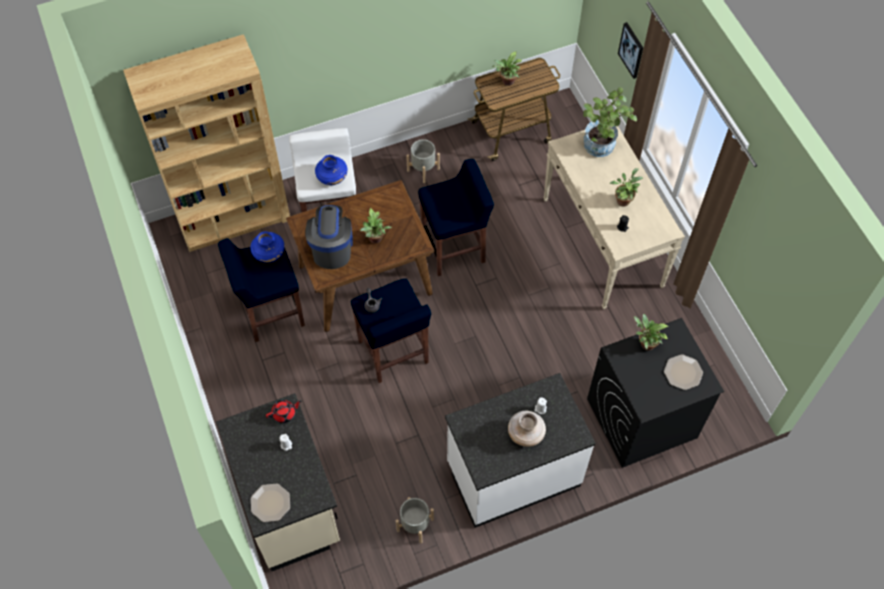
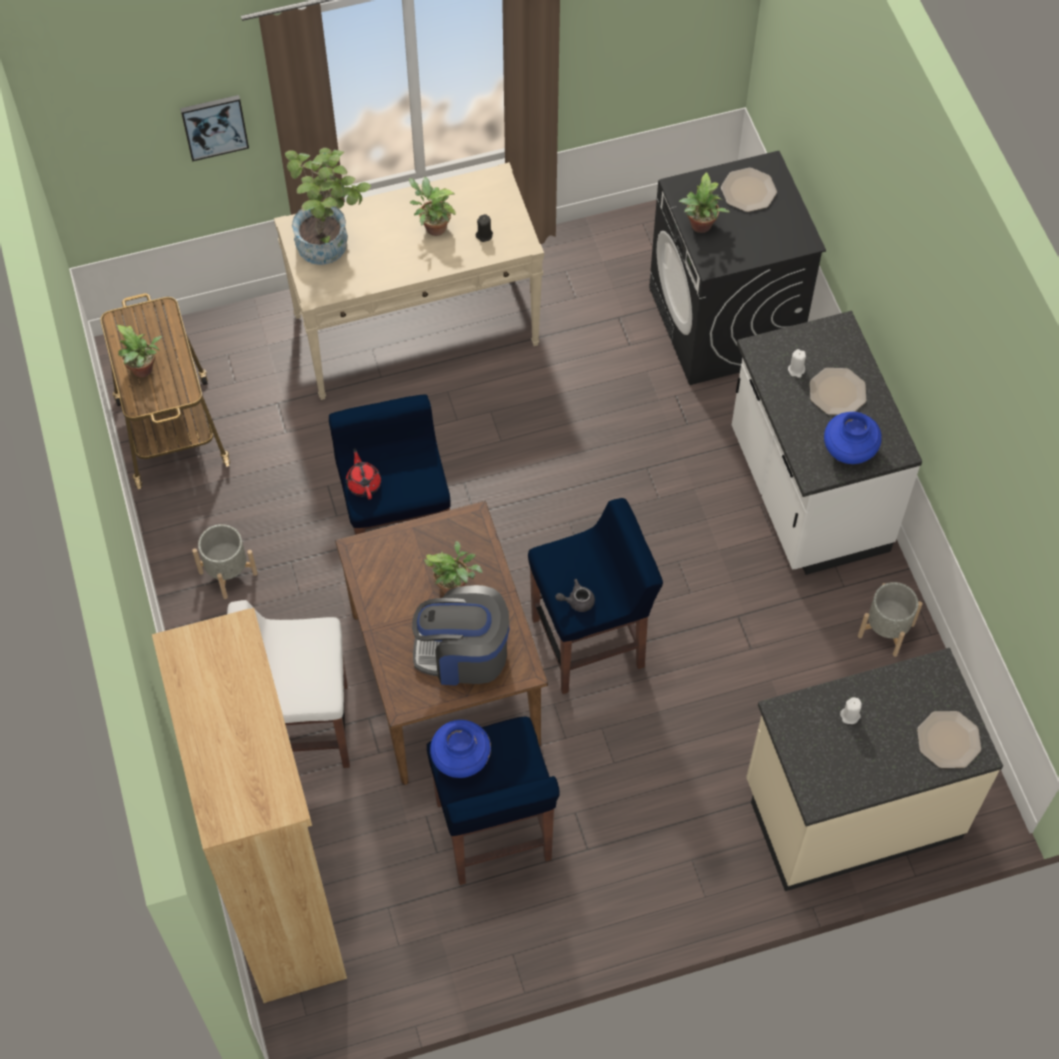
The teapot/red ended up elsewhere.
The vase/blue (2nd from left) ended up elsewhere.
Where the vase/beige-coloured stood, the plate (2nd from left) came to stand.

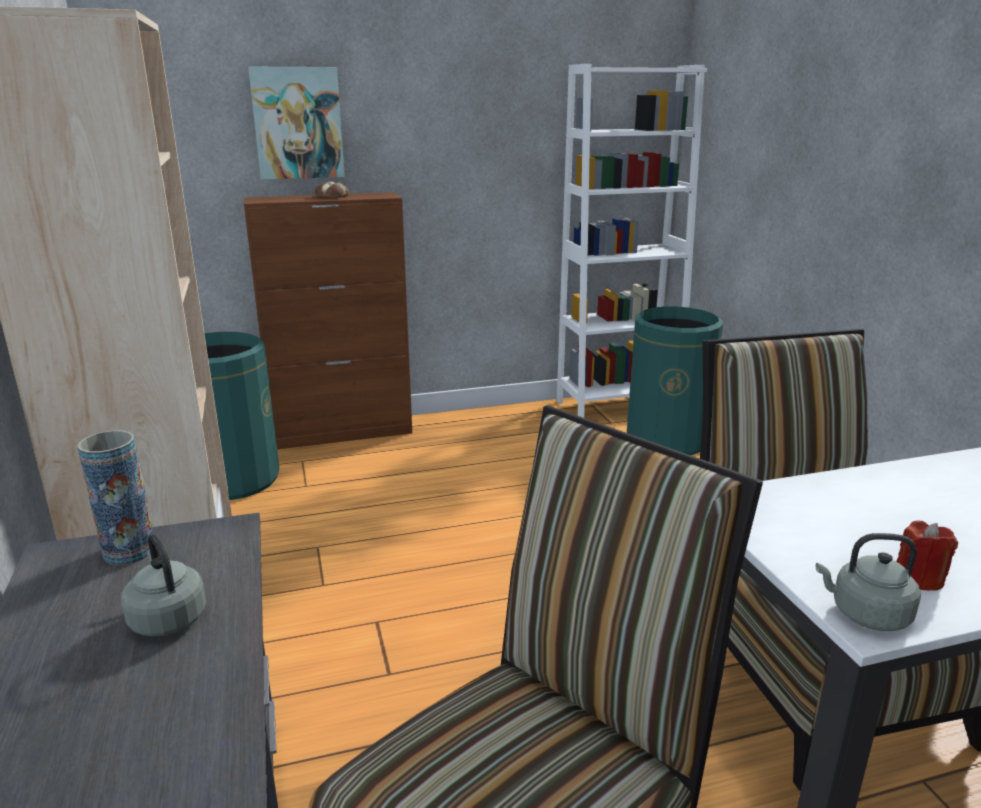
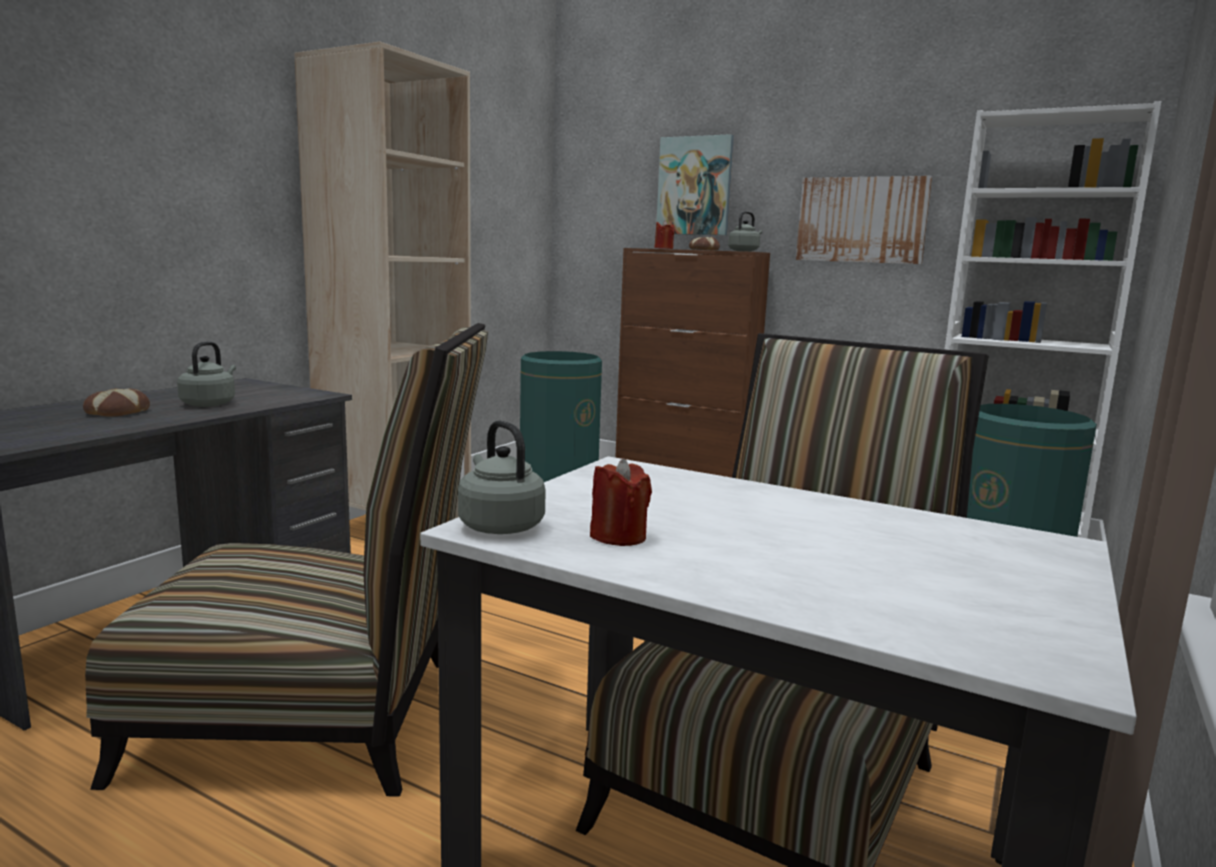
The second view lost the vase.
The second view gained the bakery bread (1st from left).
The second view gained the wax light/red (2nd from left).
The second view gained the kettle/gray (3rd from left).
The second view gained the wall picture (2nd from left).

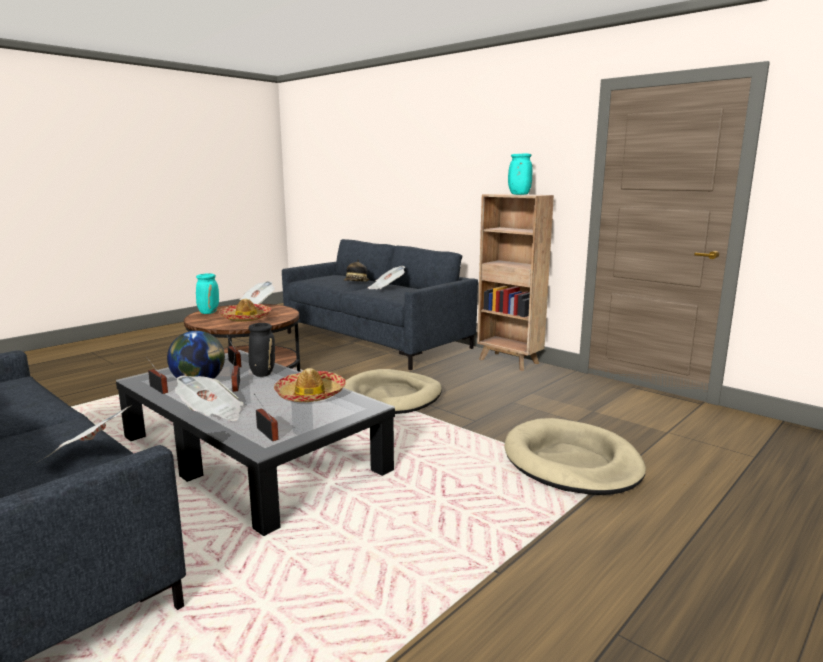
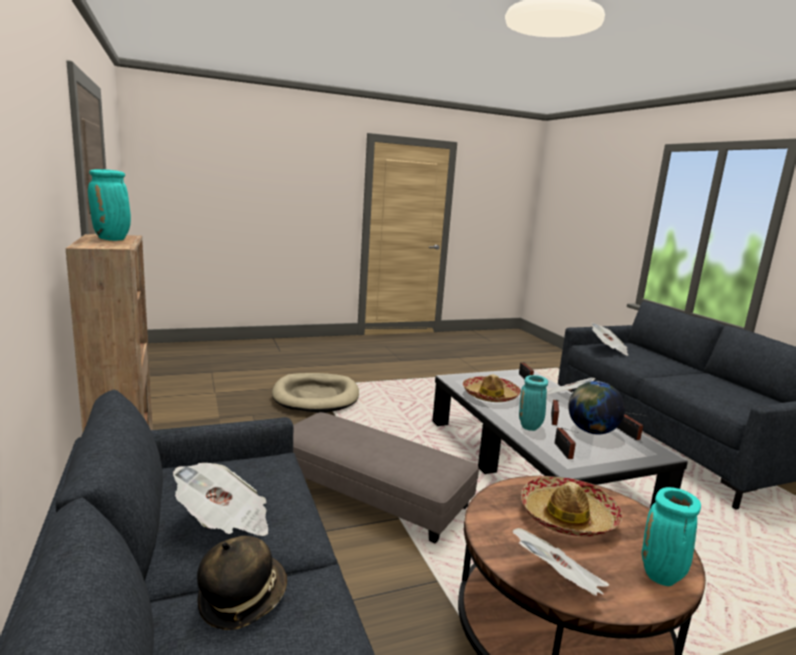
Where the dog bed/beige-coloured (1st from left) stood, the footrest/gray came to stand.
What was the vase/black turned into the vase/turquoise-coloured (2nd from left).

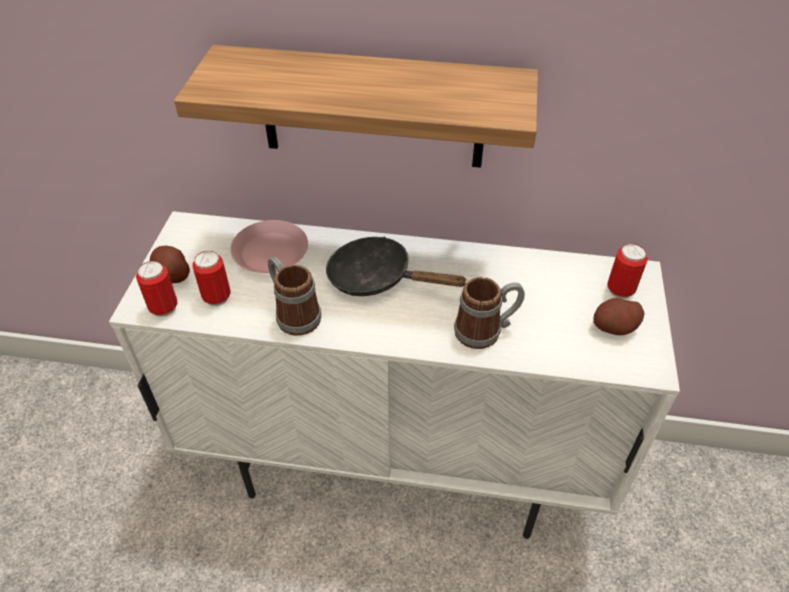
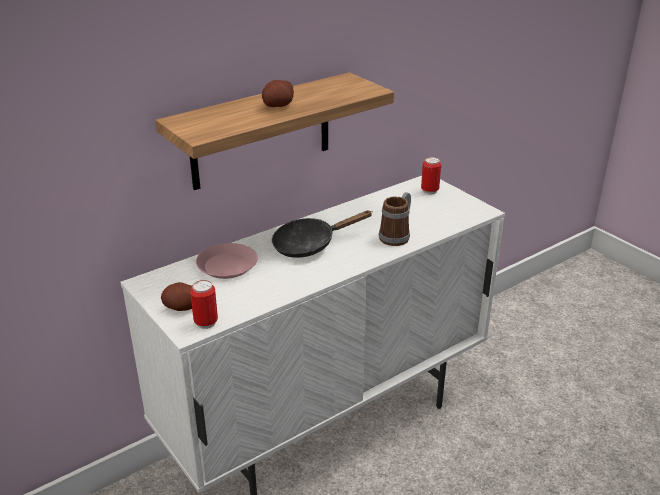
The second view lost the can (2nd from left).
The second view lost the mug (1st from left).
The spud (2nd from left) ended up elsewhere.

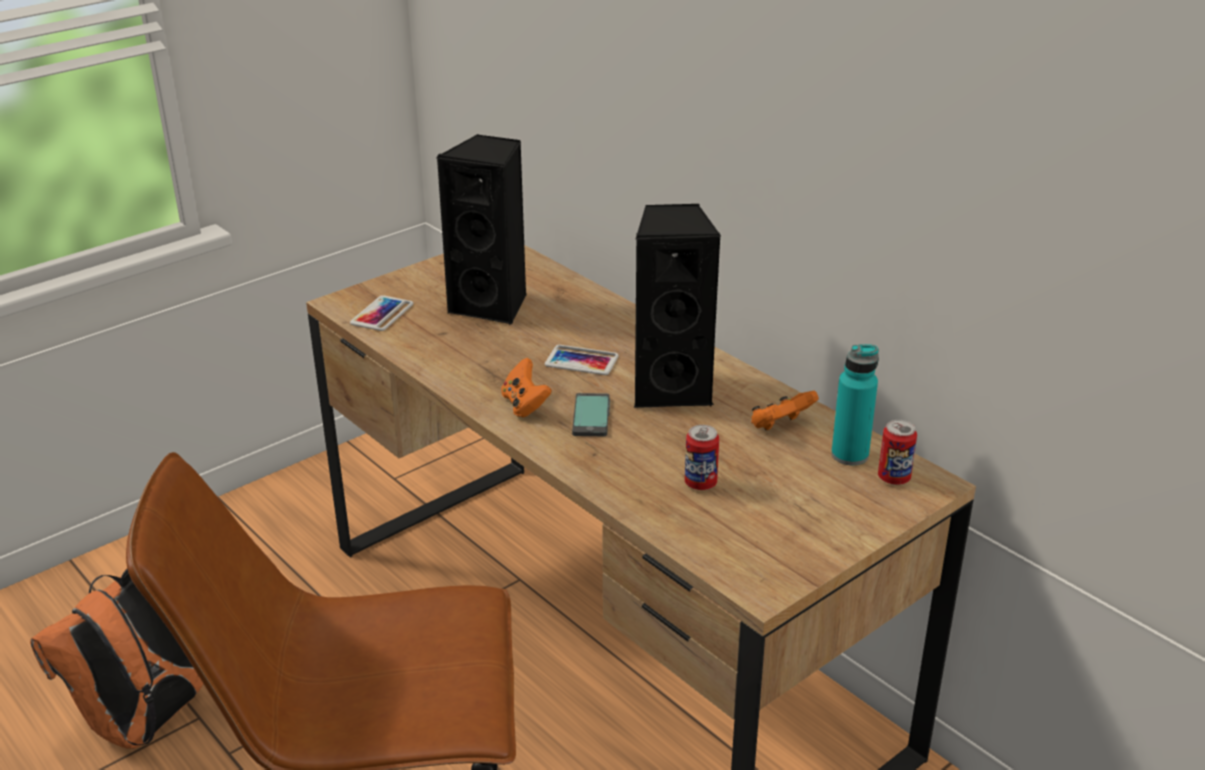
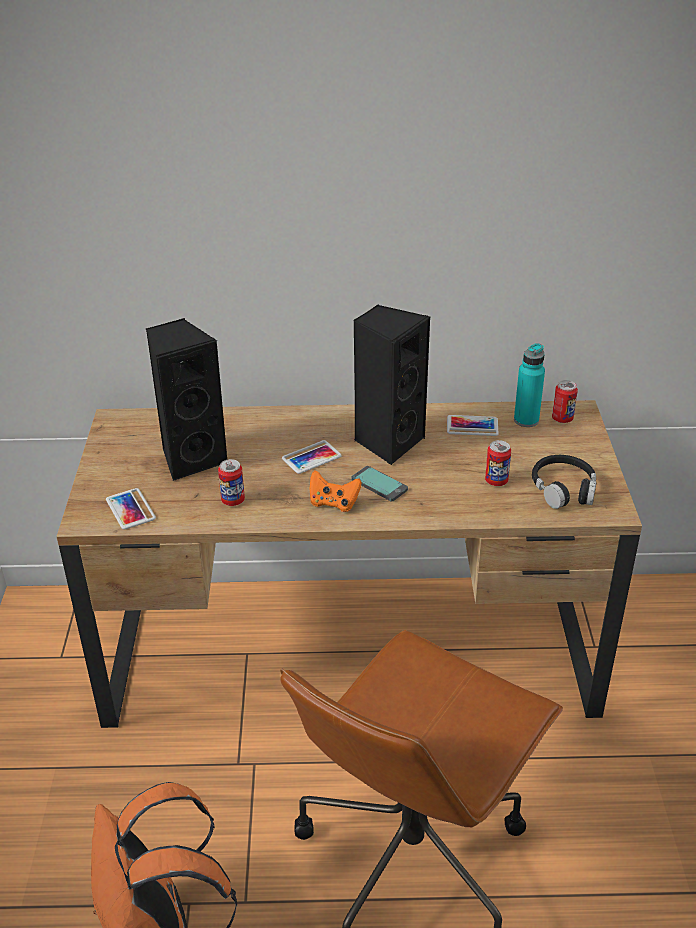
The second view gained the can (1st from left).
The second view gained the headphones/black.
Where the game controller/orangey (2nd from left) stood, the phone (4th from left) came to stand.

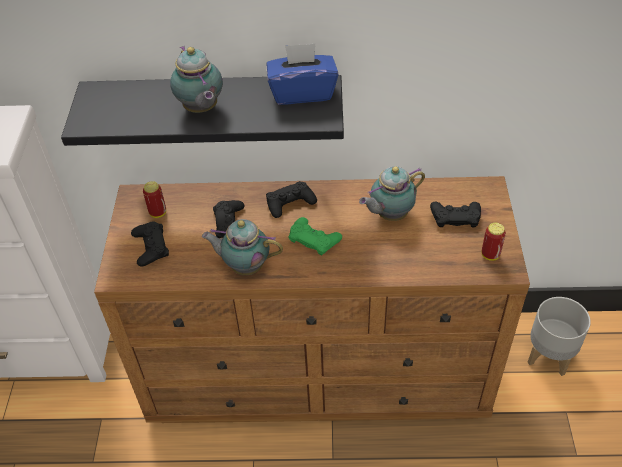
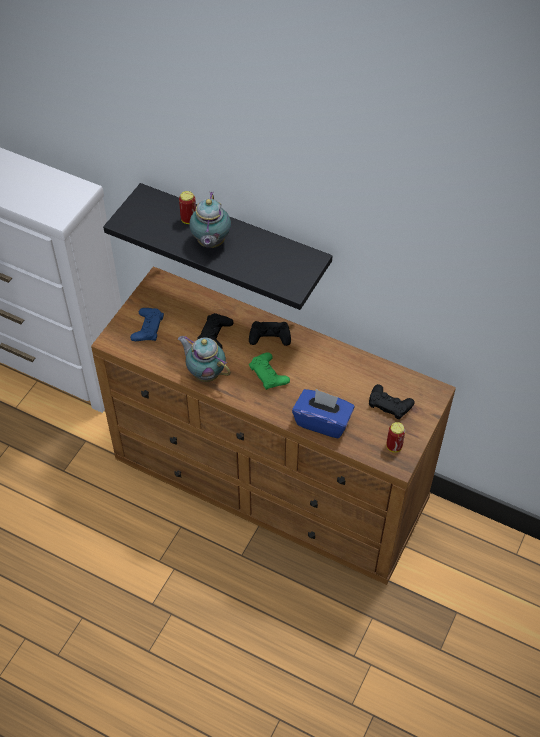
The second view lost the teapot (3rd from left).
The second view lost the flower pot/gray.
The can (1st from left) ended up elsewhere.
The box of tissues/blue ended up elsewhere.
What was the game controller/black (1st from left) turned into the game controller/blue.

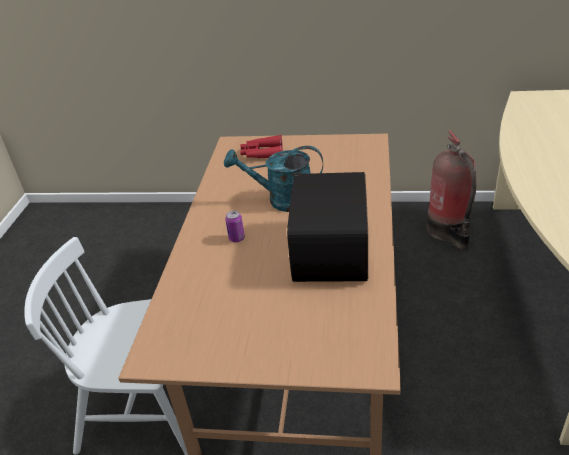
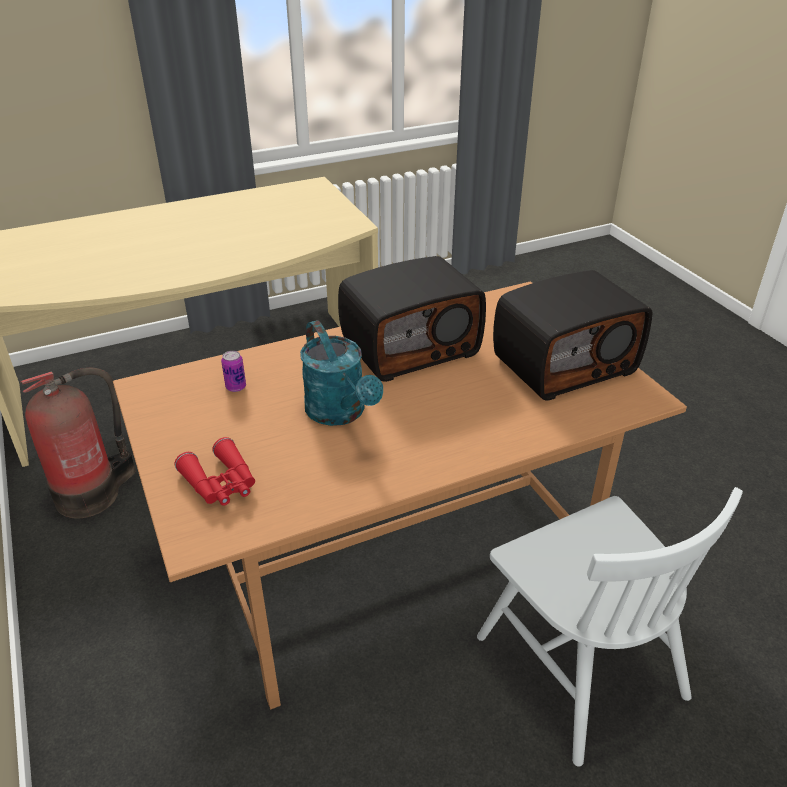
The second view gained the radio set (2nd from left).
The can ended up elsewhere.

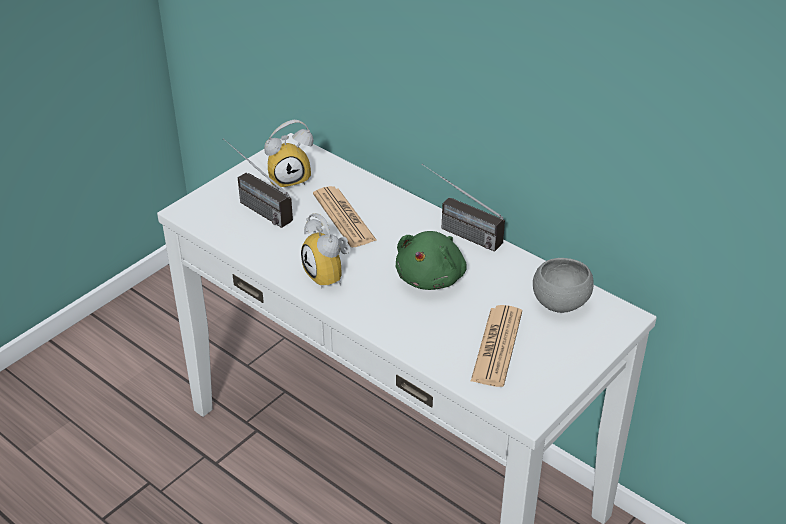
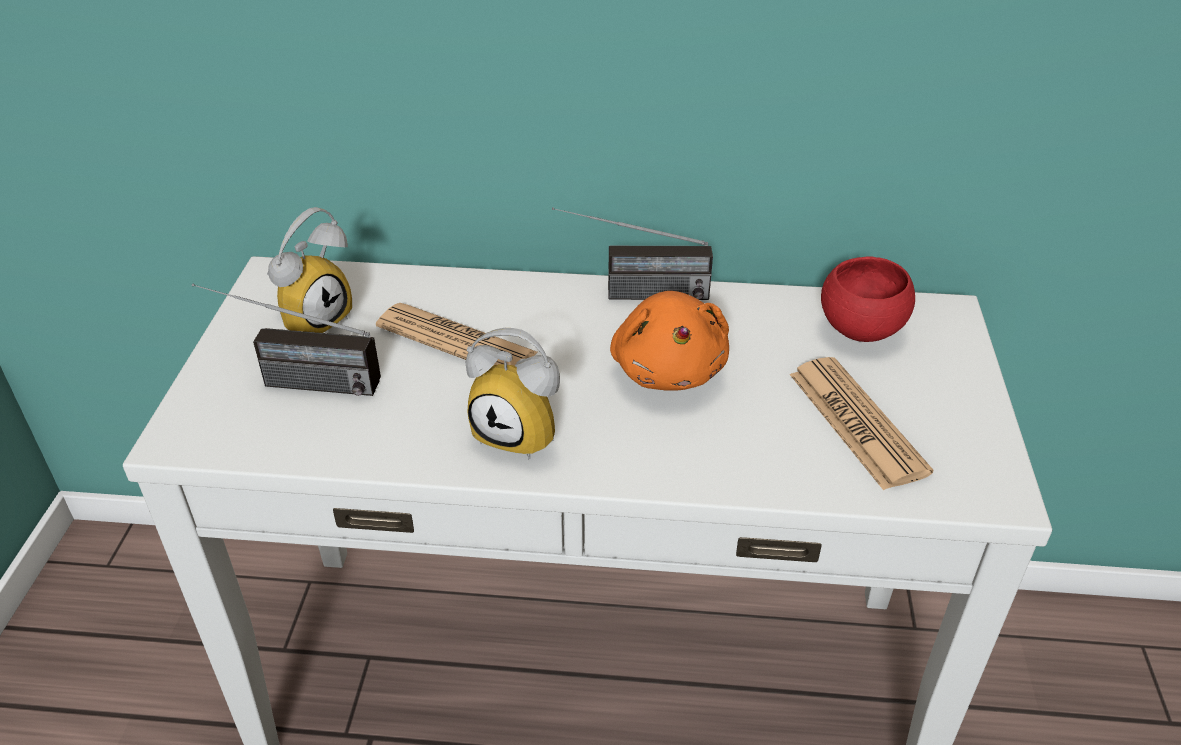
What was the soft toy/green-coloured turned into the soft toy/orangey.
What was the bowl/gray turned into the bowl/red.

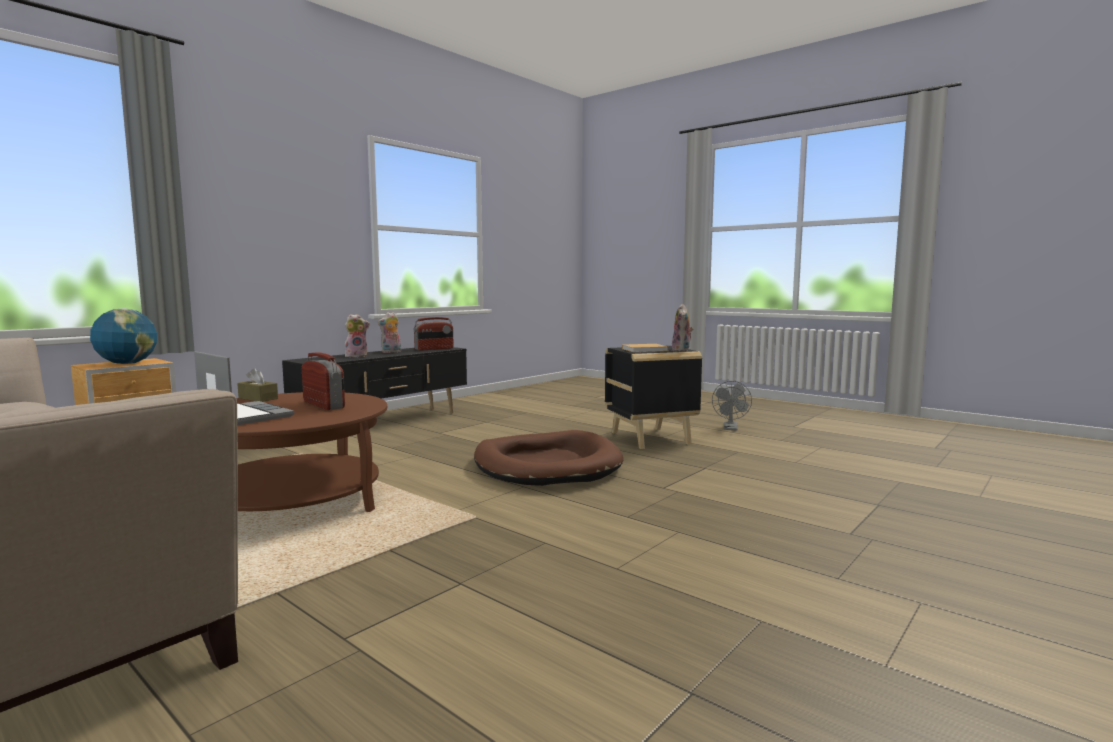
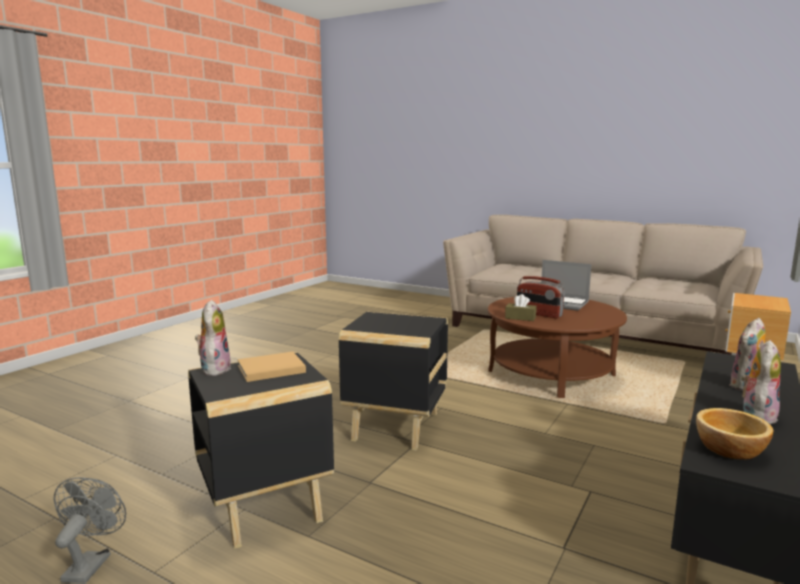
The second view lost the world globe.
The box of tissues/brown-coloured ended up elsewhere.
Where the radio set (2nd from left) stood, the bowl came to stand.
Where the dog bed/brown-coloured stood, the side table/black (2nd from left) came to stand.

